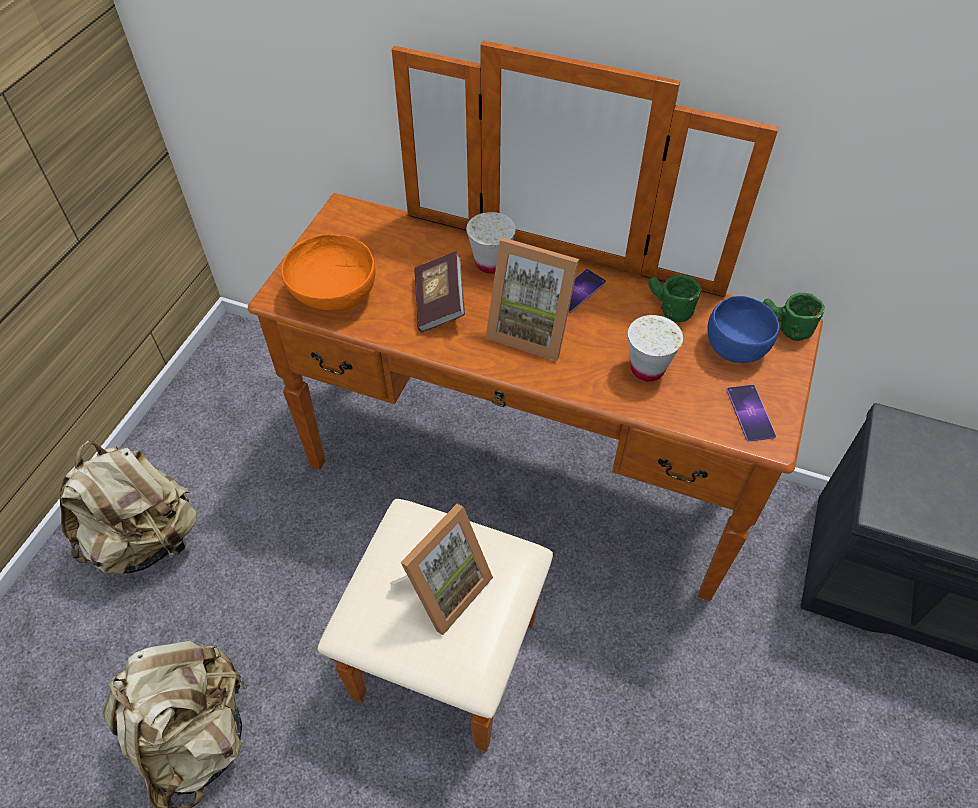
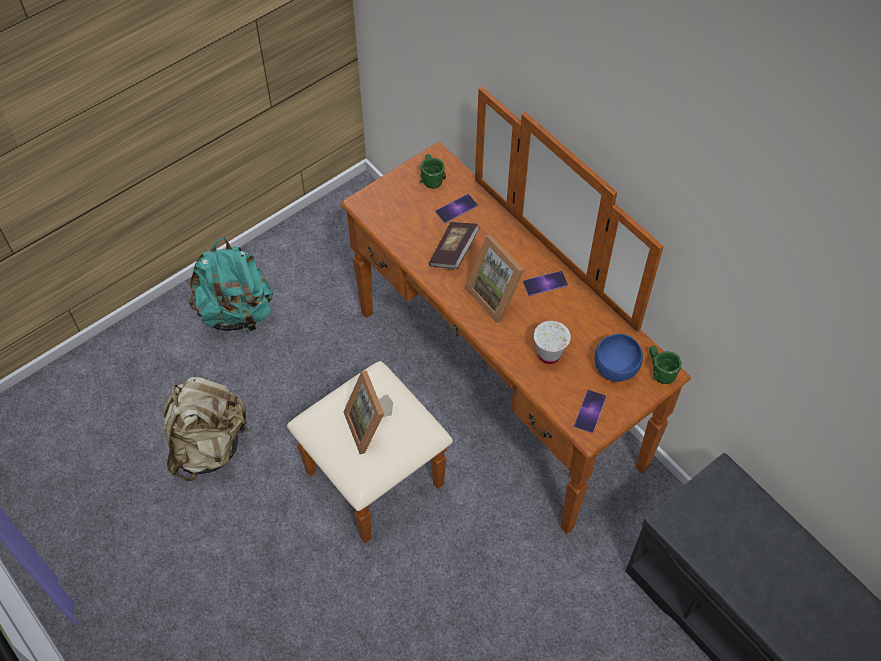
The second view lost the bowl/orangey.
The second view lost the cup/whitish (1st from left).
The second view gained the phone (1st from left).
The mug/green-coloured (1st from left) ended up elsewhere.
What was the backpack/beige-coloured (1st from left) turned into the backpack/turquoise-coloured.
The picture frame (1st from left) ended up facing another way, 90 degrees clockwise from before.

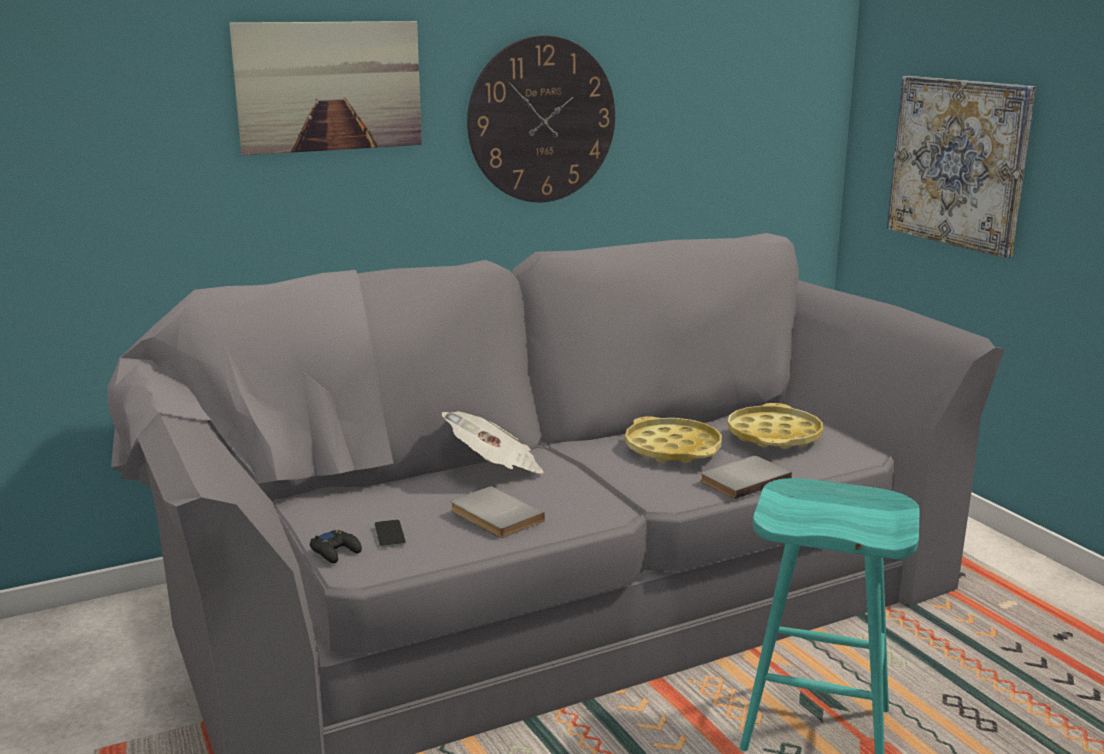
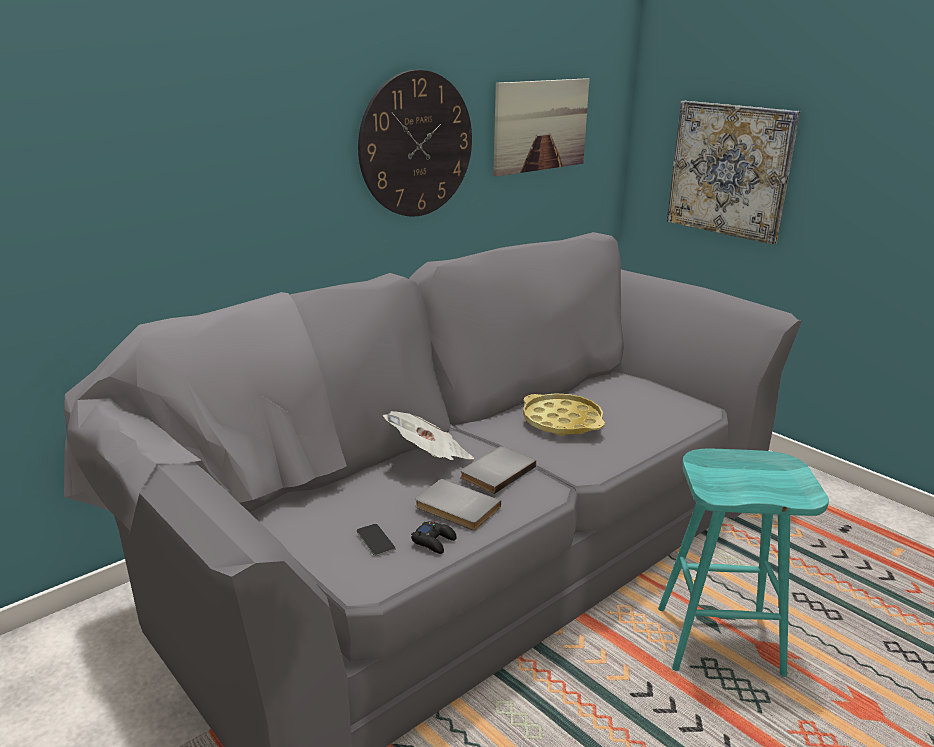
The second view lost the tray/yellow-coloured (2nd from left).
The wall picture (1st from left) ended up elsewhere.
The game controller/black ended up elsewhere.
The volume/gray (2nd from left) ended up elsewhere.

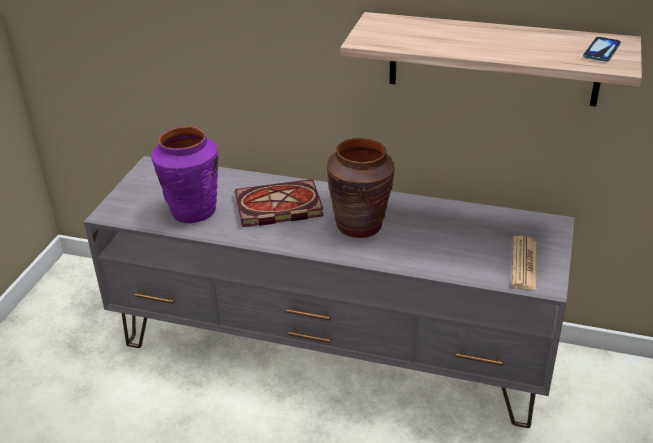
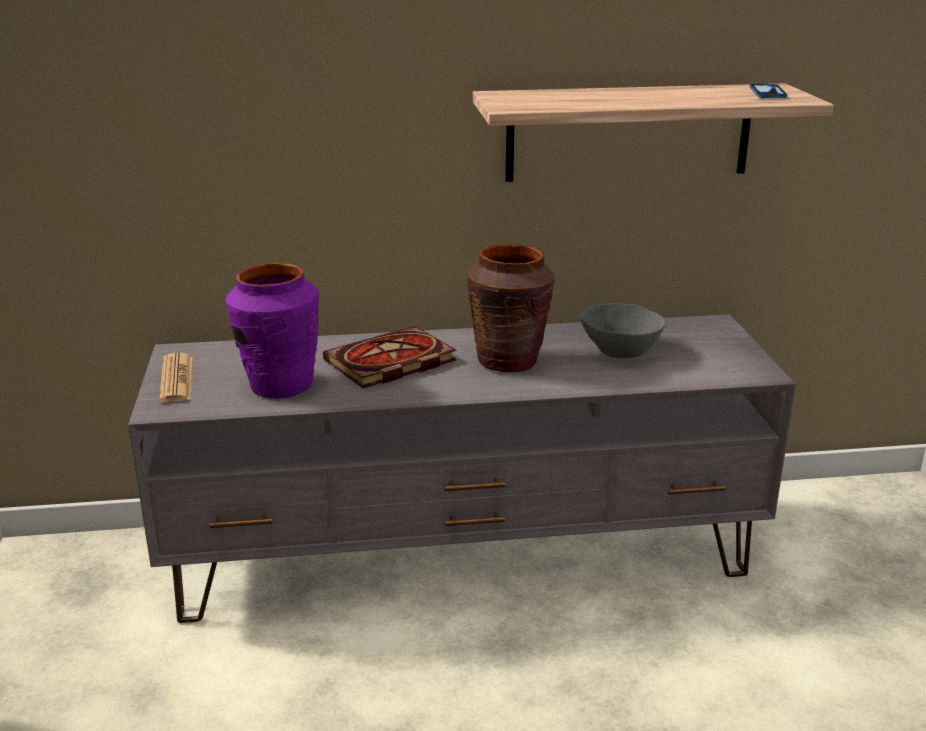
The second view gained the bowl/gray.
The printed paper ended up elsewhere.

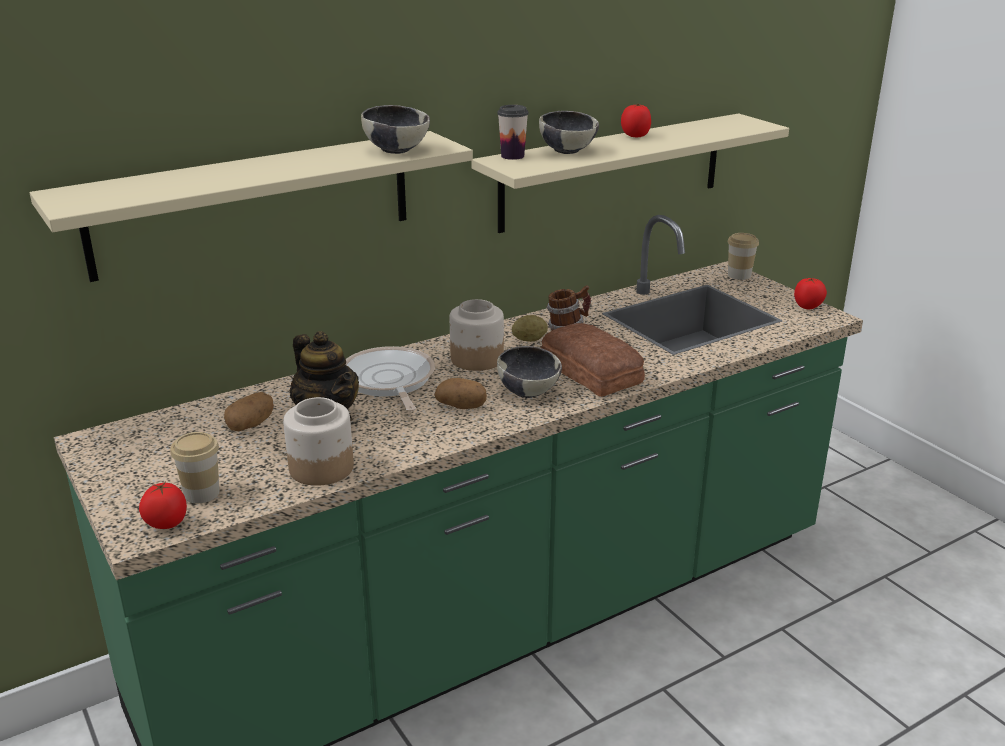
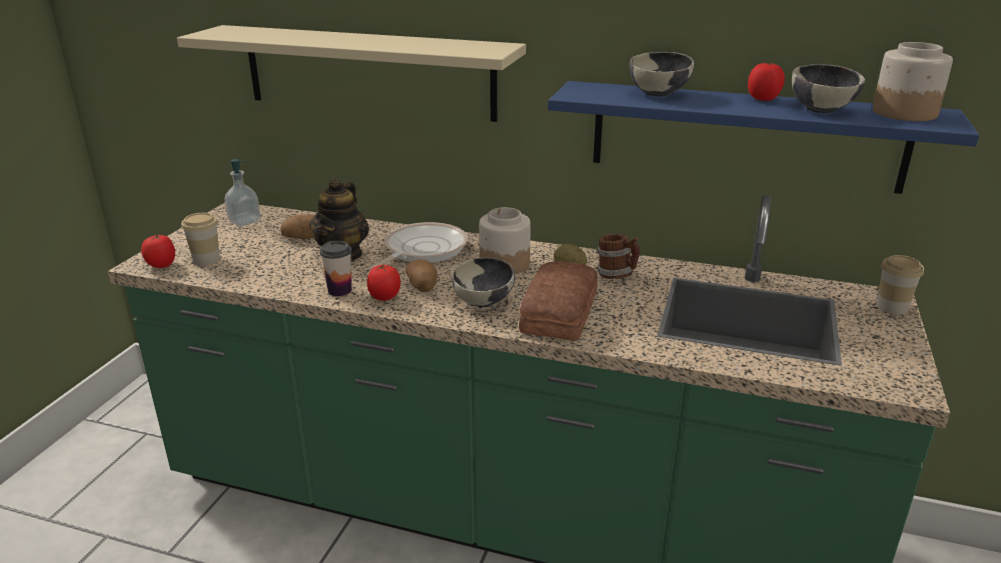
The second view gained the liquid soap bottle.
The storage jar (1st from left in the first image) ended up elsewhere.
The bowl (1st from left in the first image) ended up elsewhere.
The cup (2nd from left) ended up elsewhere.
The whole tomato (3rd from left in the first image) ended up elsewhere.
What was the wall shelf/beige-coloured (2nd from left) turned into the wall shelf/blue.

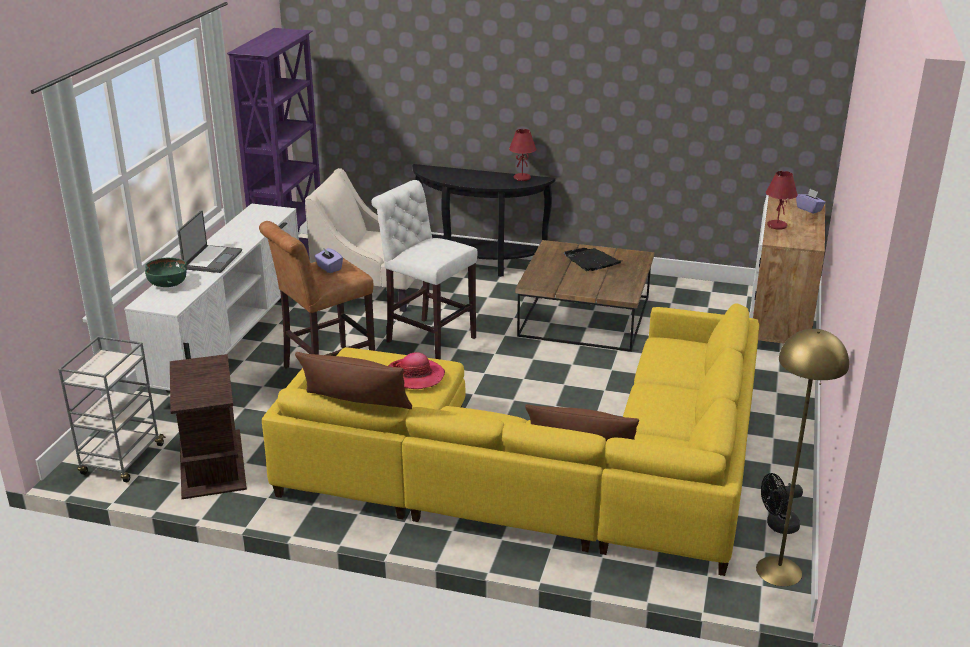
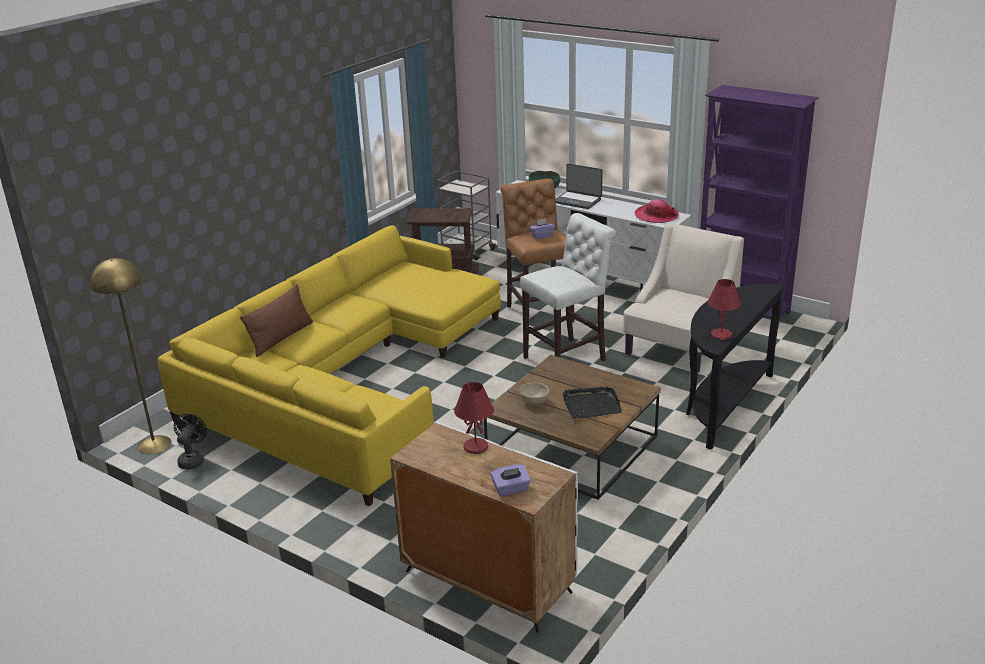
The second view lost the cushion/brown-coloured (1st from left).
The second view gained the bowl/beige-coloured.
The hat ended up elsewhere.

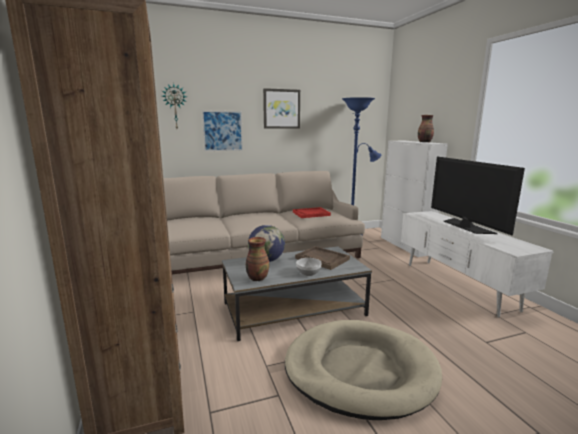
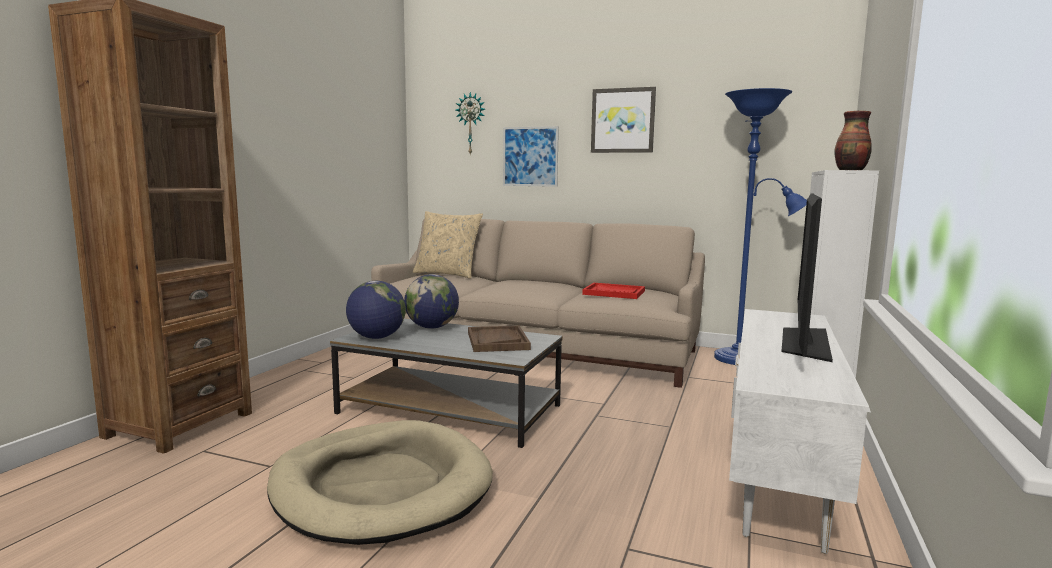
The second view lost the bowl.
The second view gained the cushion/beige-coloured.
Where the vase (1st from left) stood, the world globe (1st from left) came to stand.

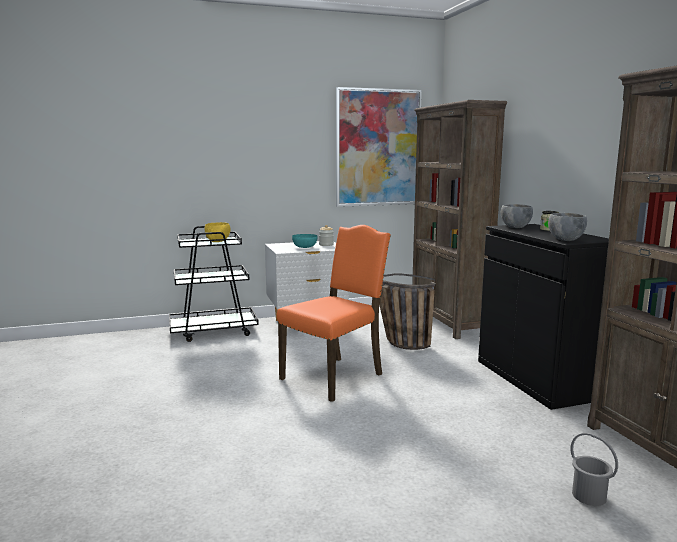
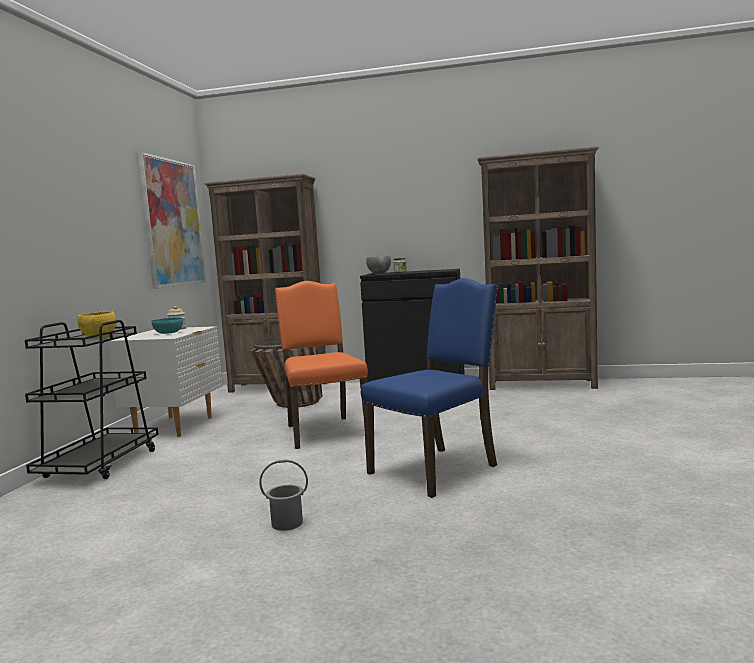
The second view lost the bowl/gray (2nd from left).
The second view gained the plain chair/blue.
The water bucket/gray ended up elsewhere.

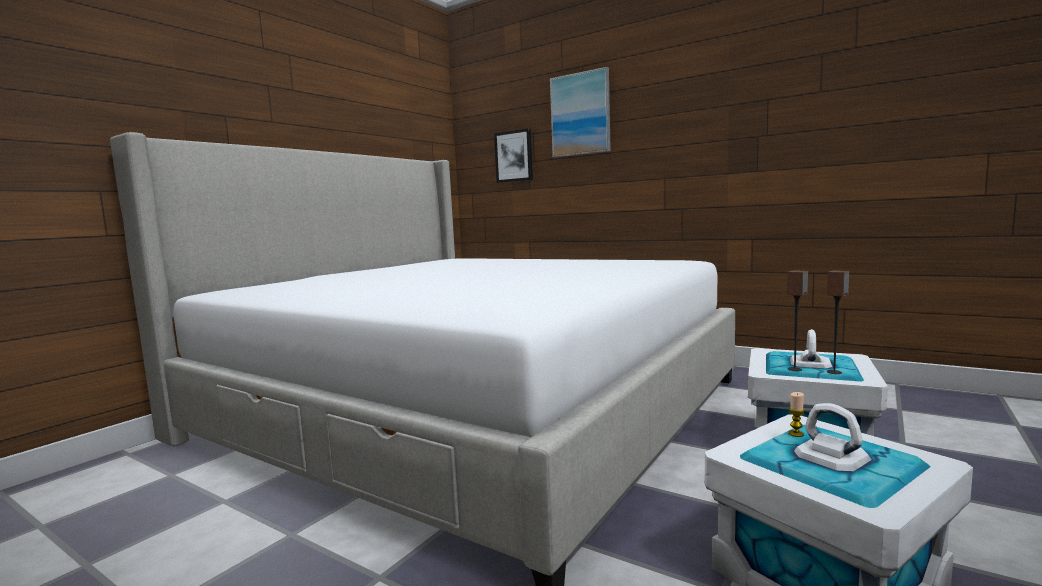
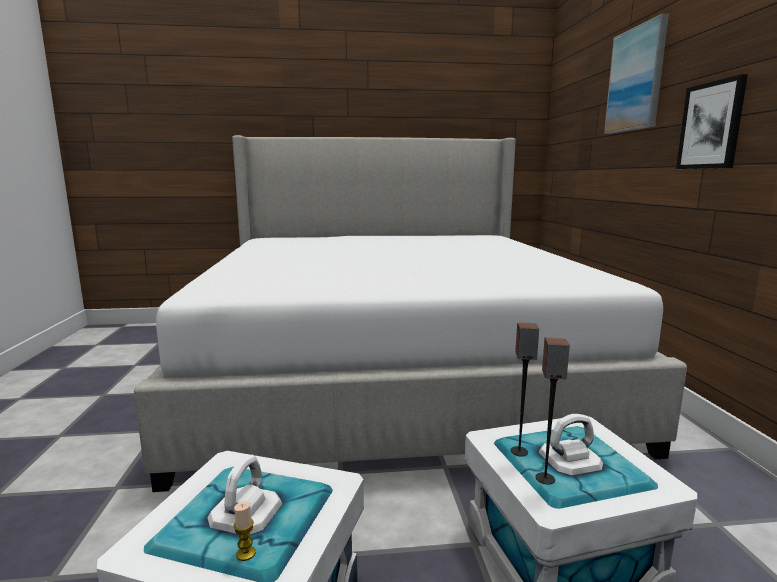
The wall picture (1st from left in the first image) ended up elsewhere.
The wax light ended up elsewhere.

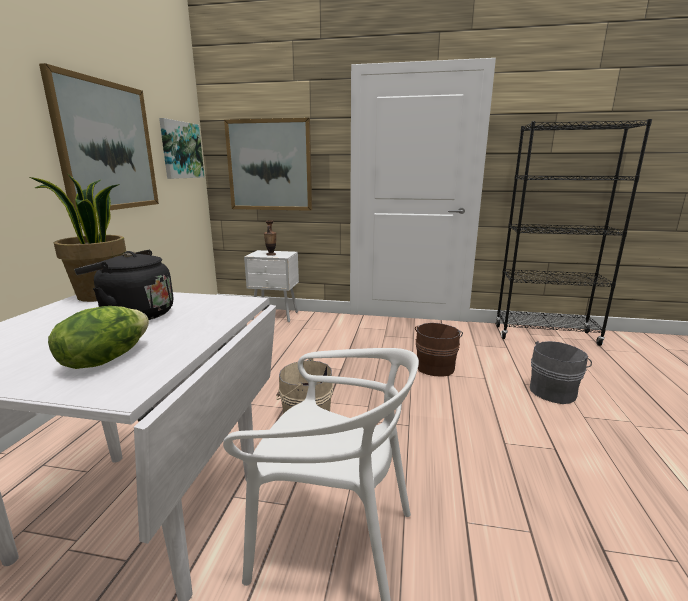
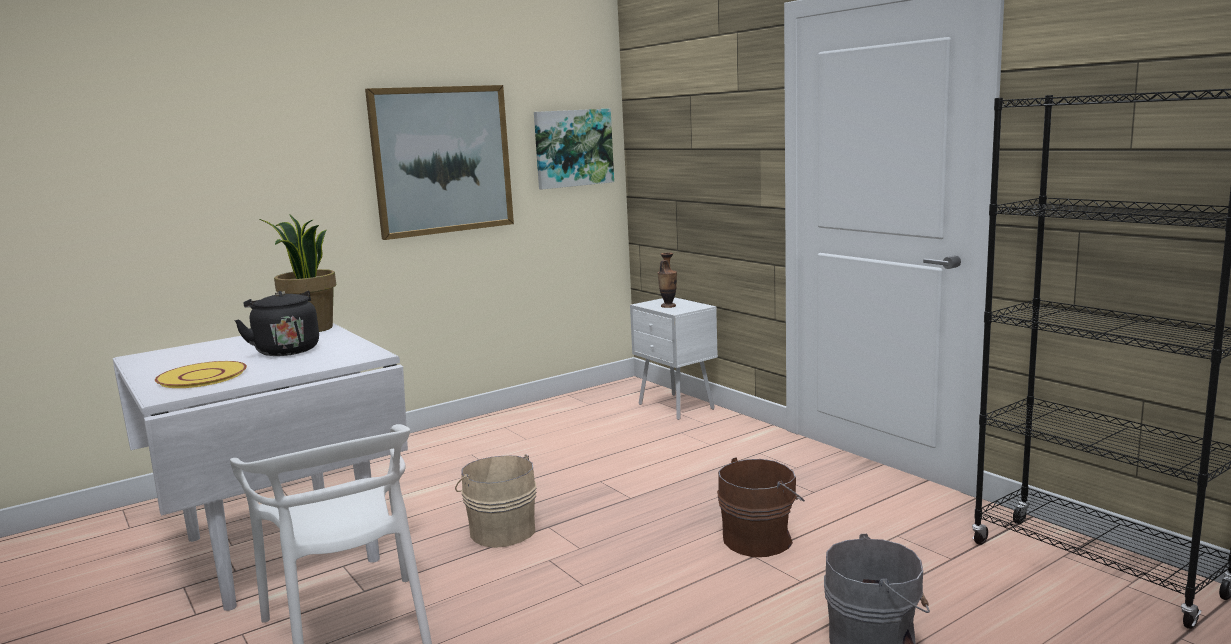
The second view lost the wall picture (3rd from left).
Where the lettuce head stood, the plate/yellow-coloured came to stand.

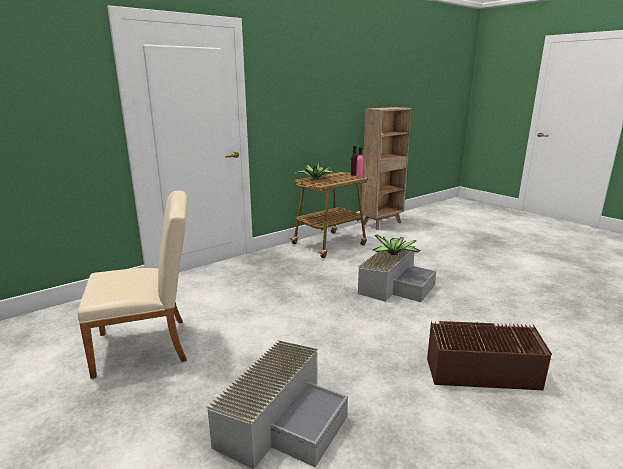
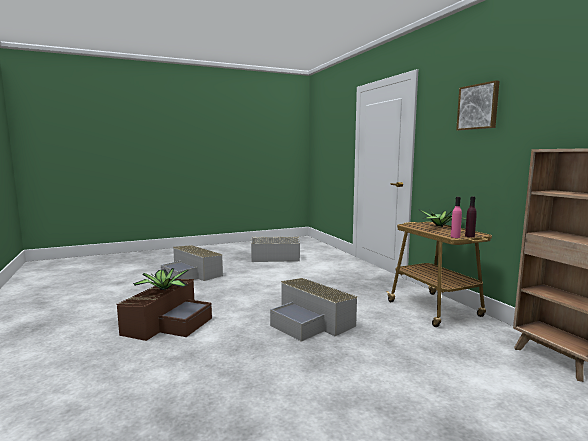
The second view gained the wall picture.
The houseplant (2nd from left in the first image) ended up elsewhere.
Where the plain chair/beige-coloured stood, the storage container/gray (2nd from left) came to stand.

